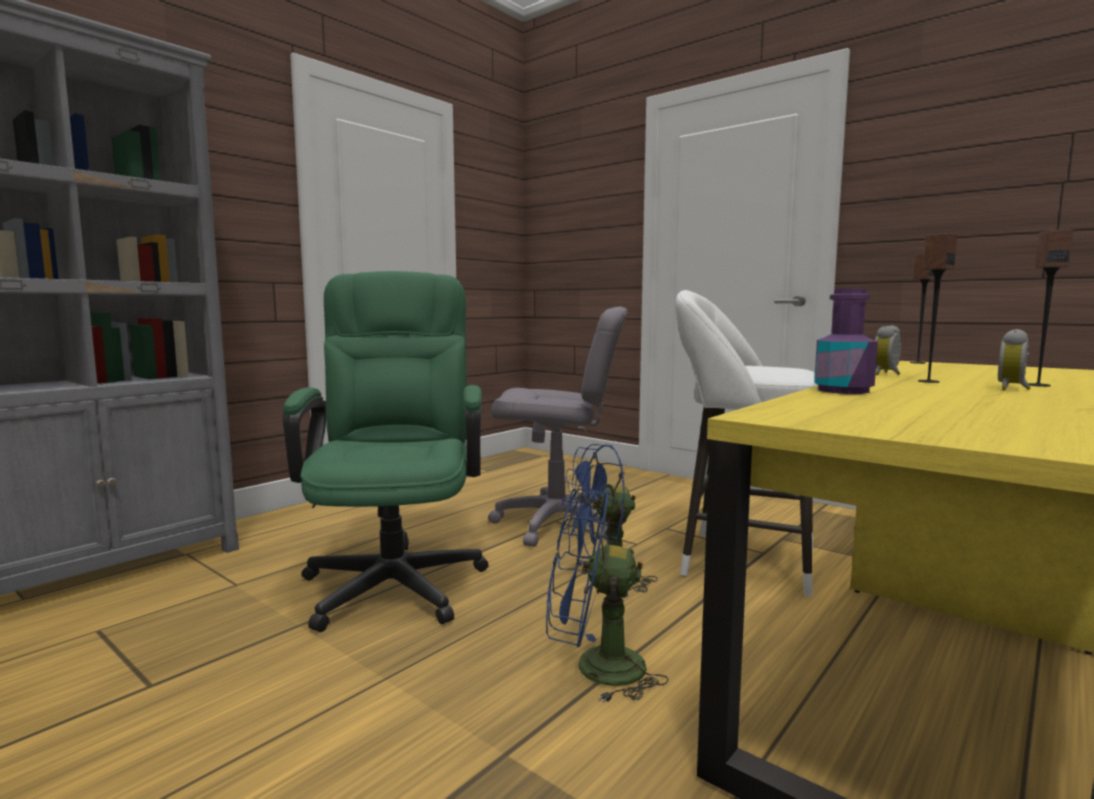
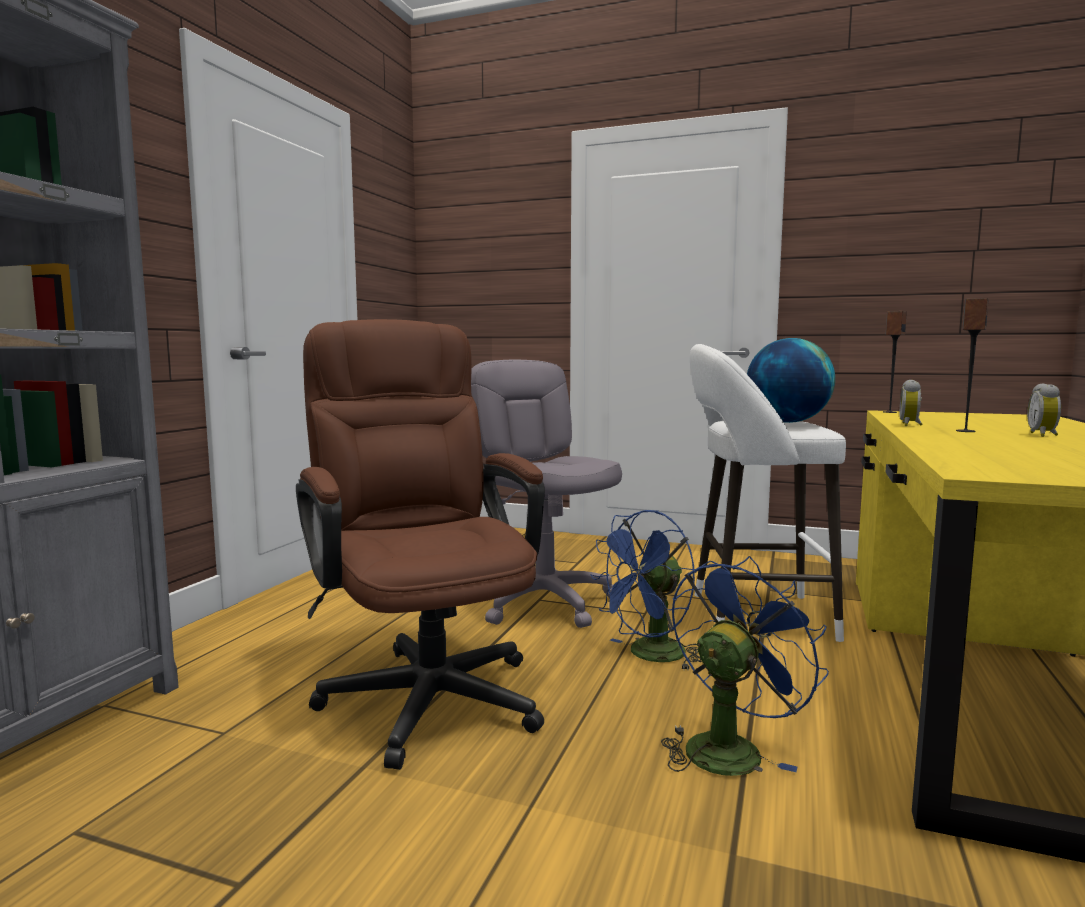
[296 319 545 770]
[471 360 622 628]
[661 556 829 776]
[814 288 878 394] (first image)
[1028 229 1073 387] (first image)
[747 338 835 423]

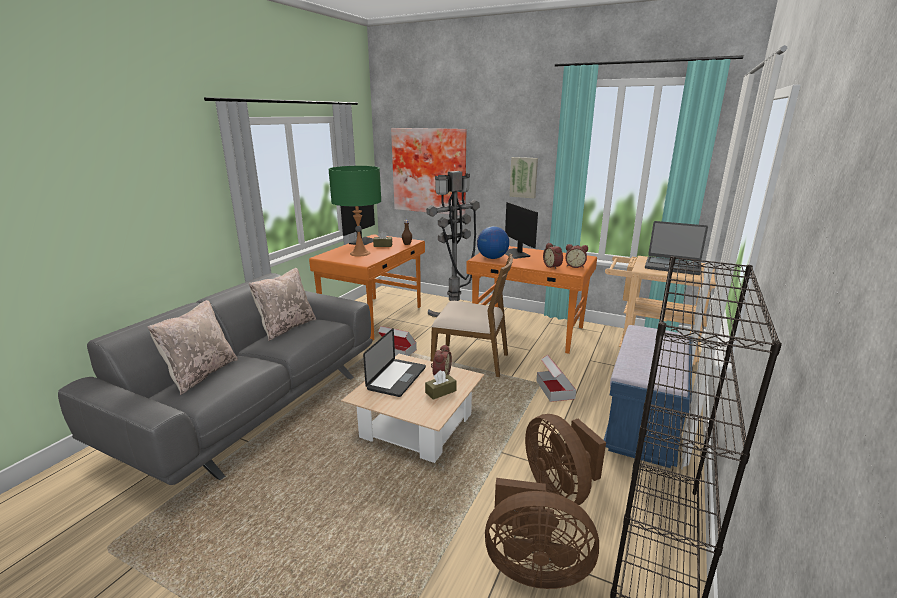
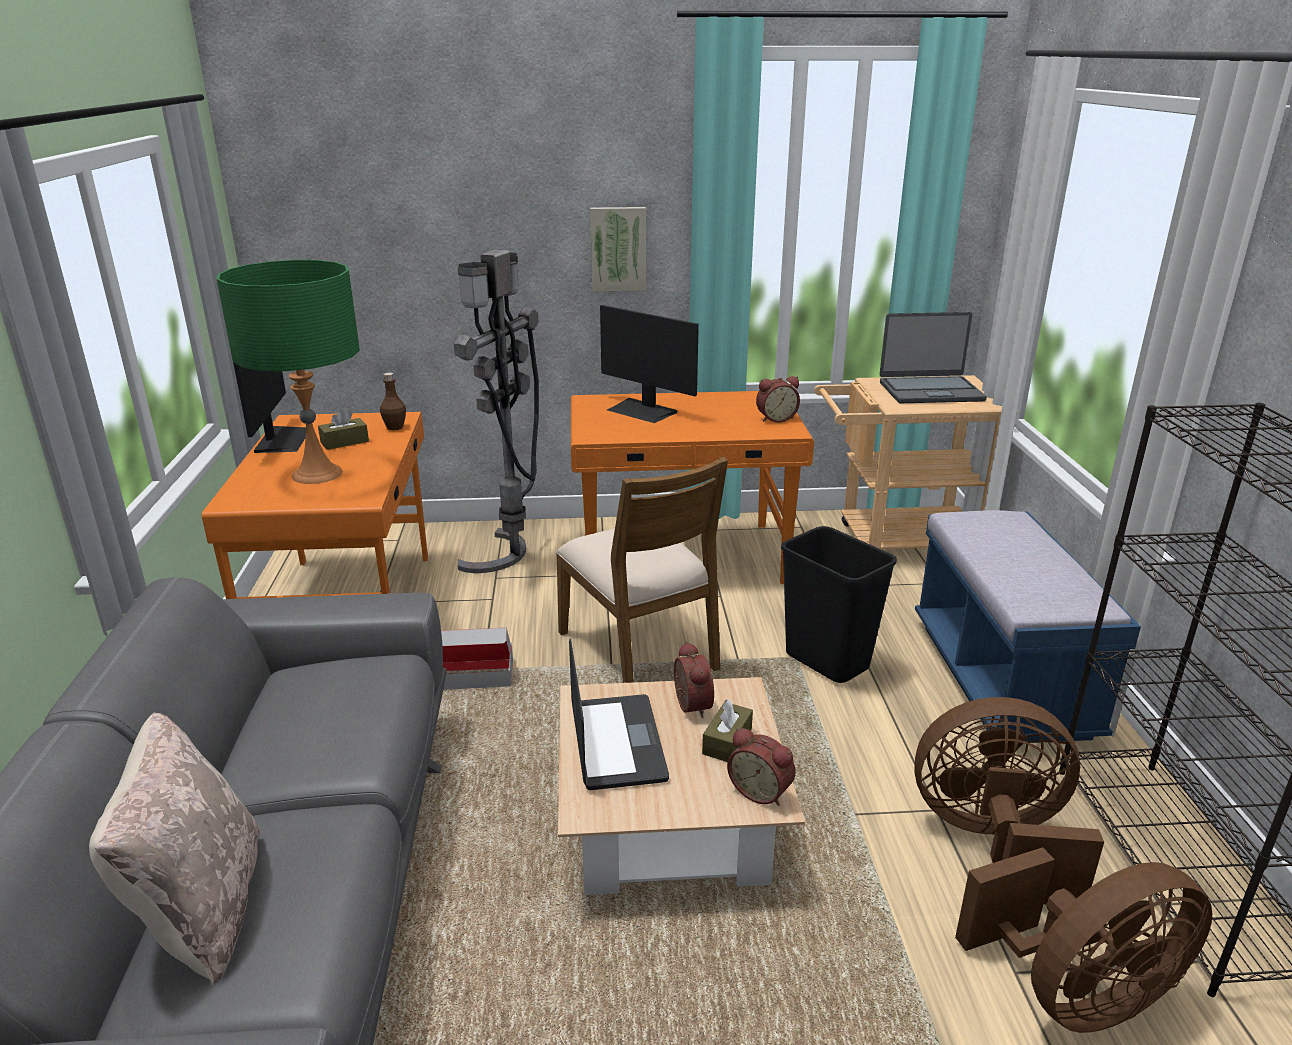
[249 268 316 341] (first image)
[391 128 466 216] (first image)
[556 457 728 683]
[477 226 509 259] (first image)
[915 697 1104 904]
[781 526 897 683]
[727 728 796 806]

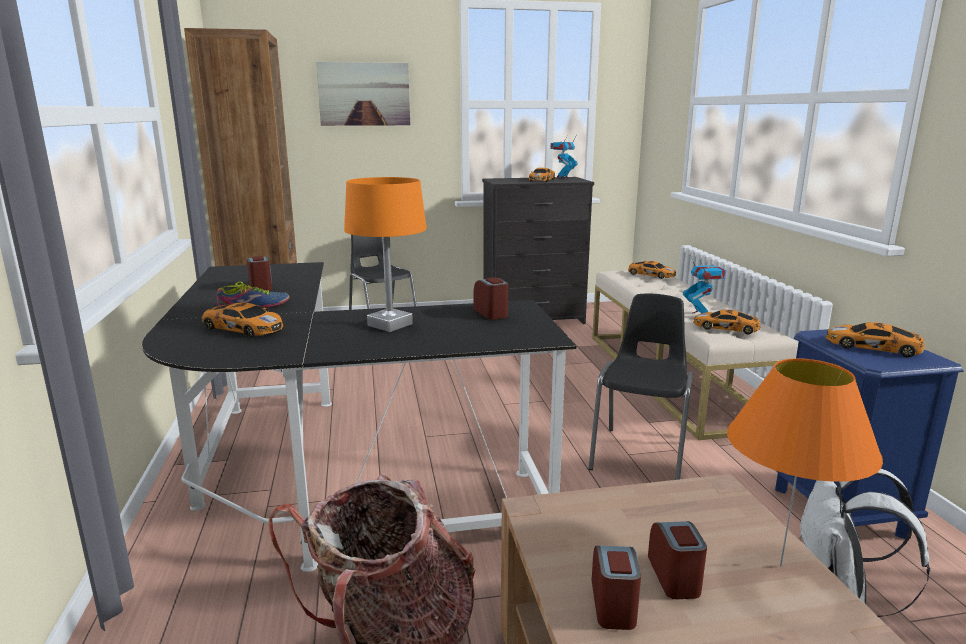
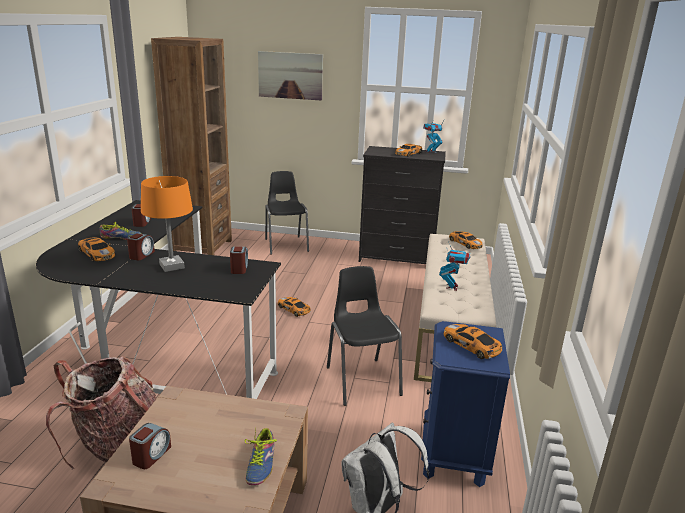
[327 266 403 406]
[127 233 155 260]
[278 297 311 317]
[245 427 277 485]

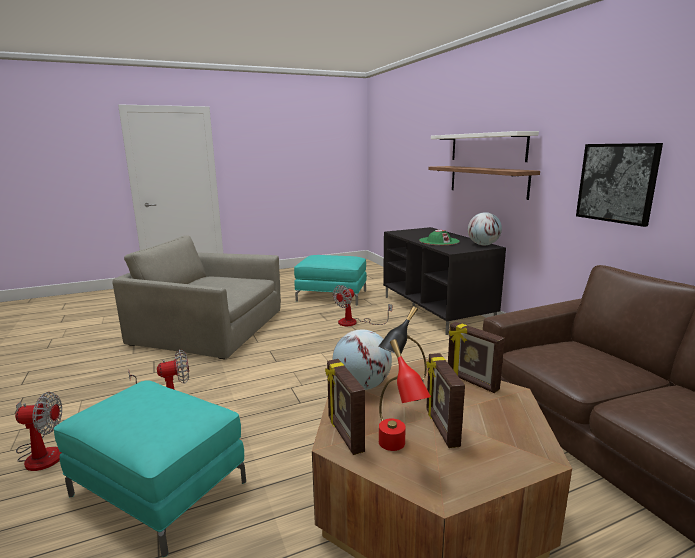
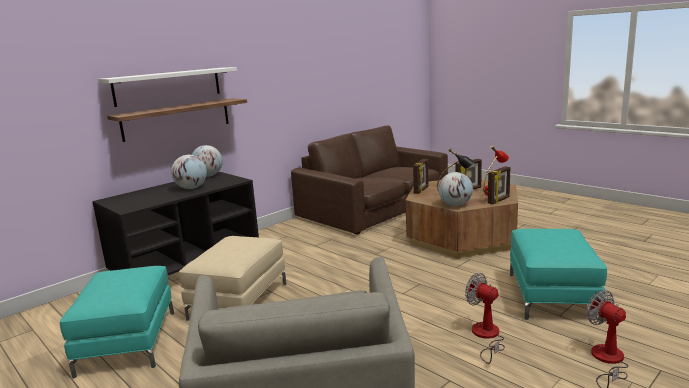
[179 236 286 321]
[171 155 207 189]
[576 143 663 227] (first image)

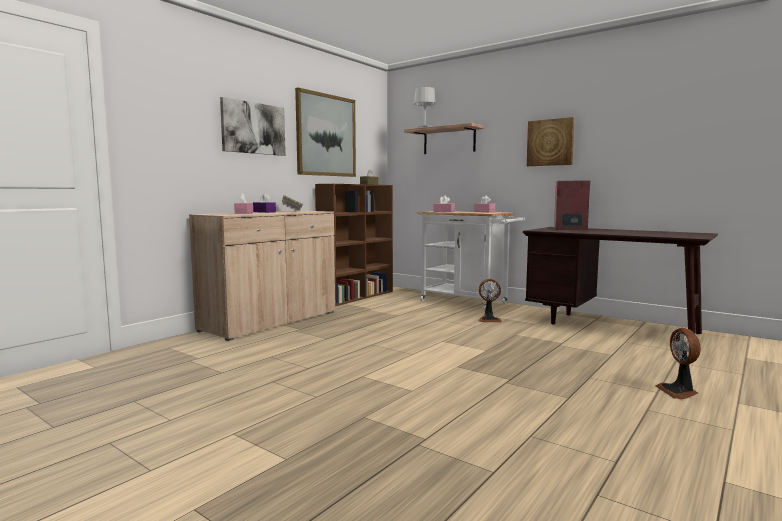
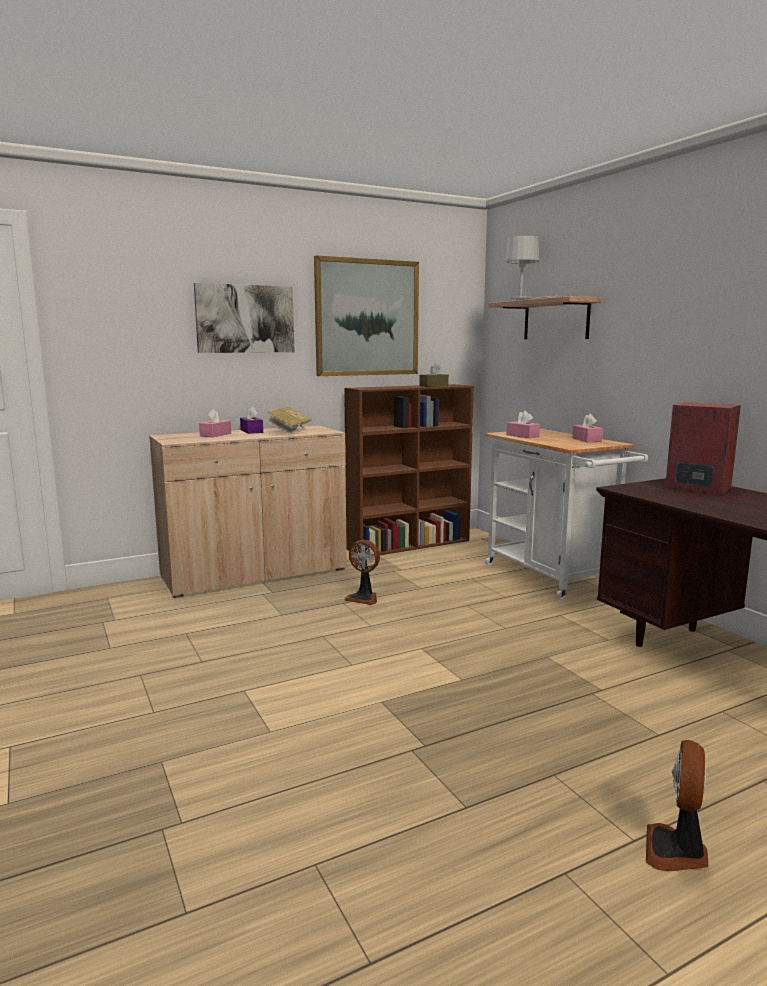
[344 540 380 605]
[527 117 575 166] (first image)

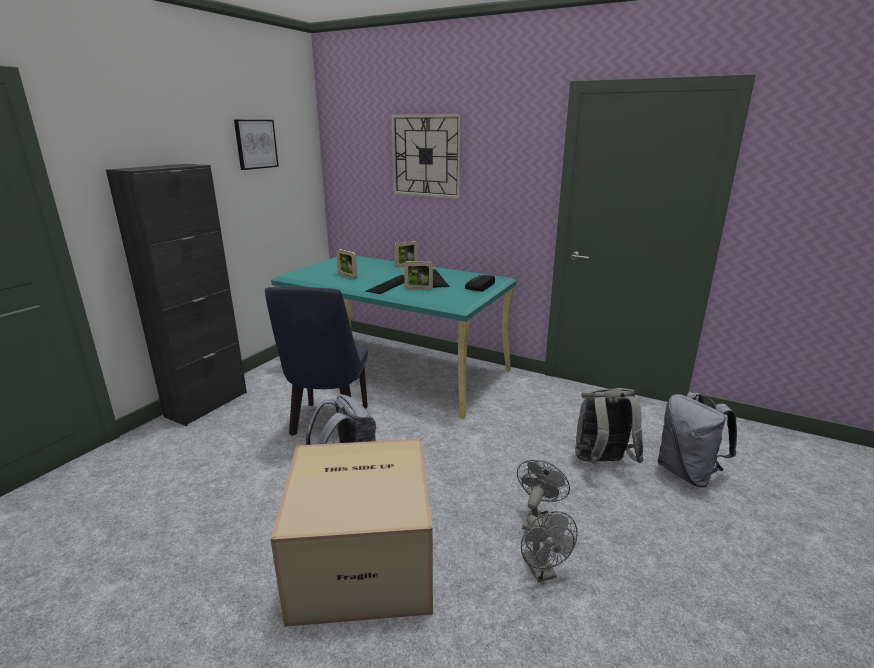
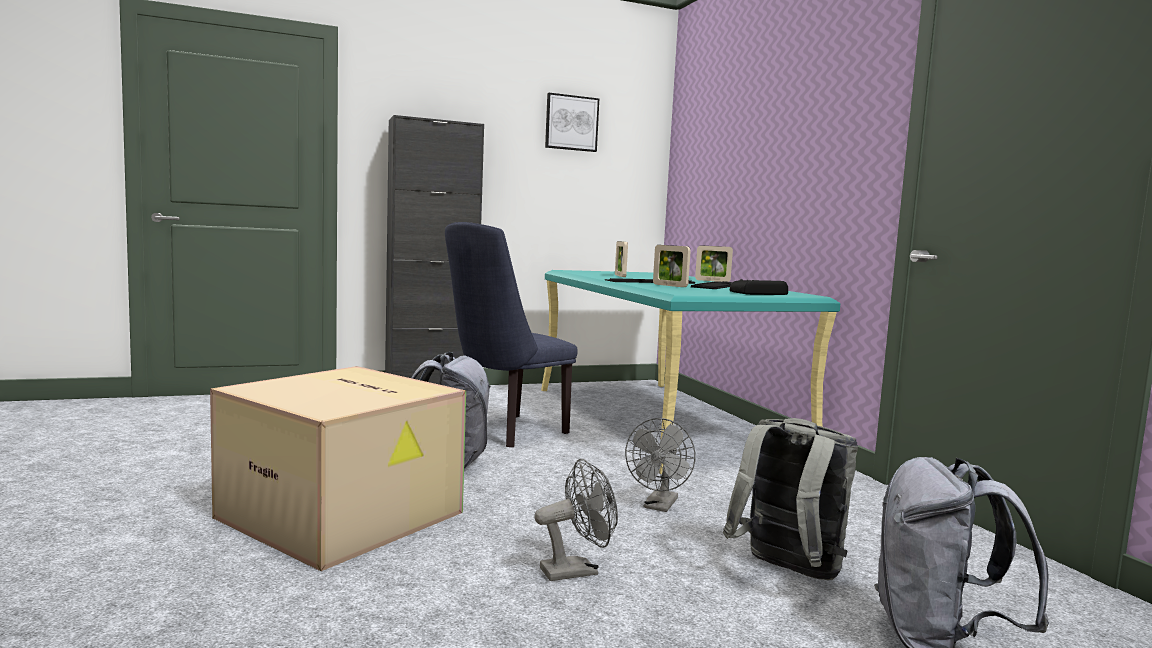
[391 114 462 199] (first image)
[625 418 696 512]

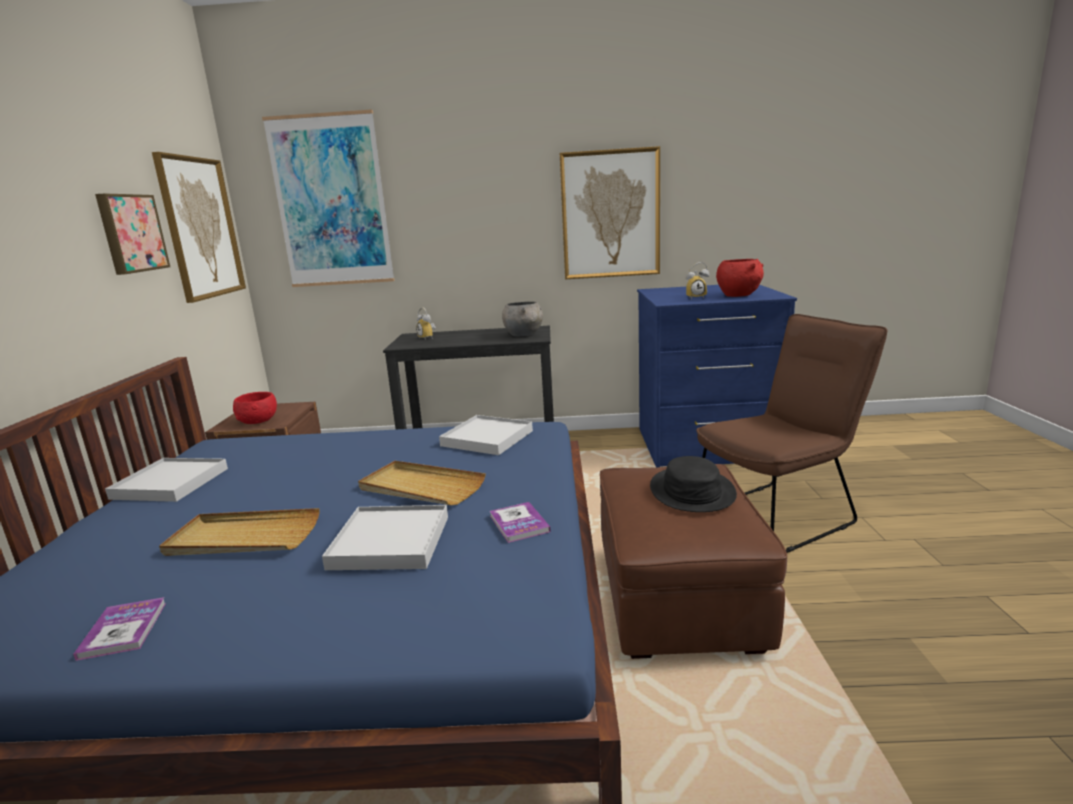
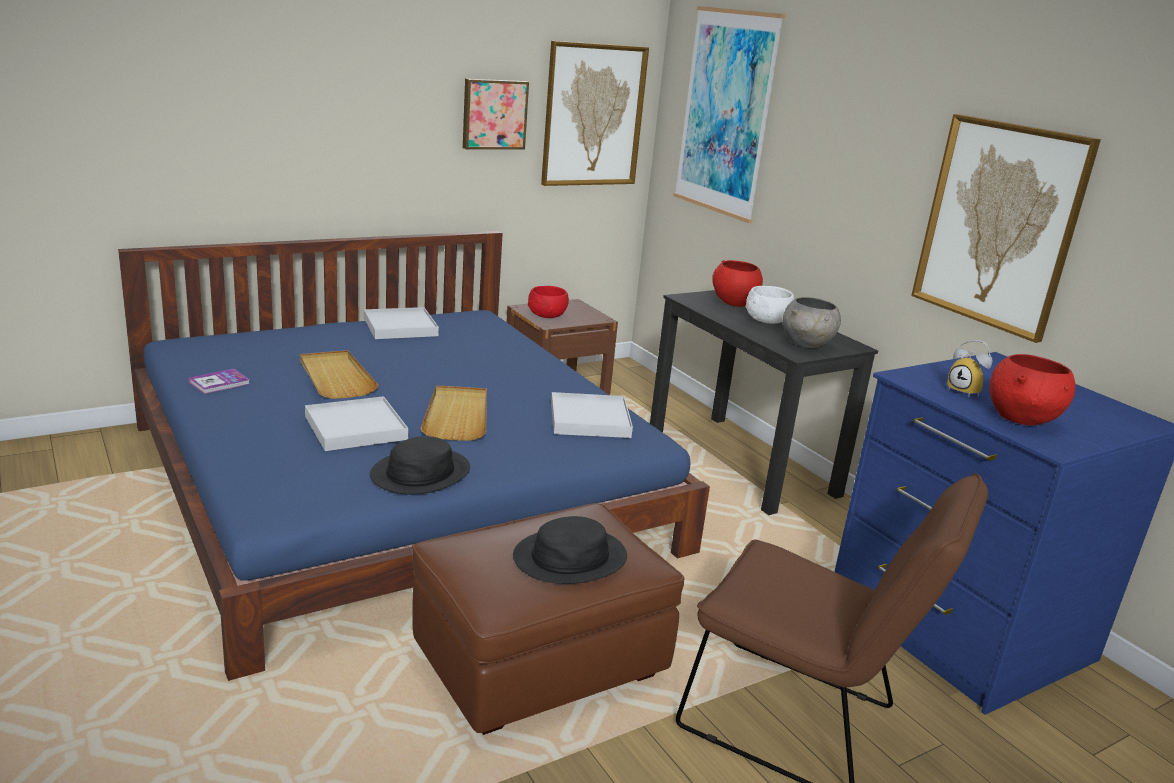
[712 260 763 307]
[370 436 470 494]
[746 286 794 324]

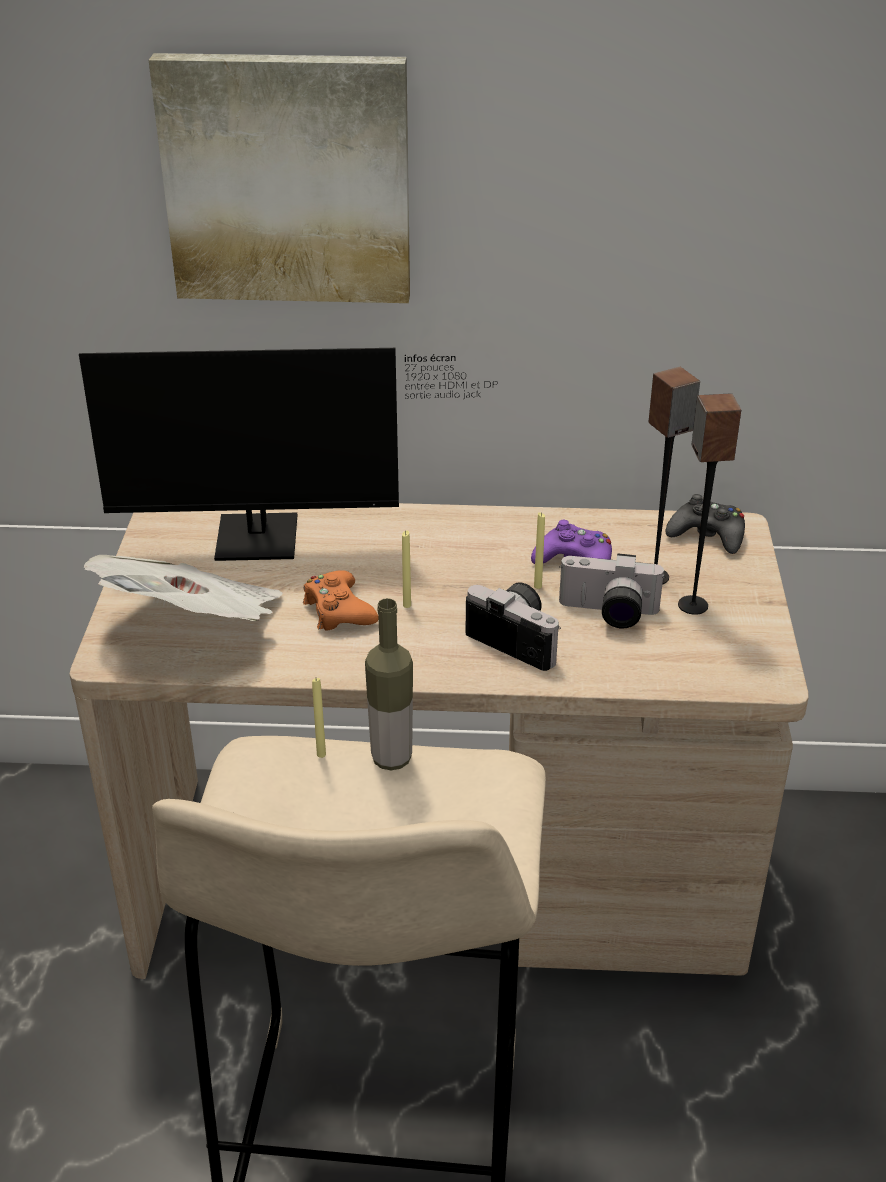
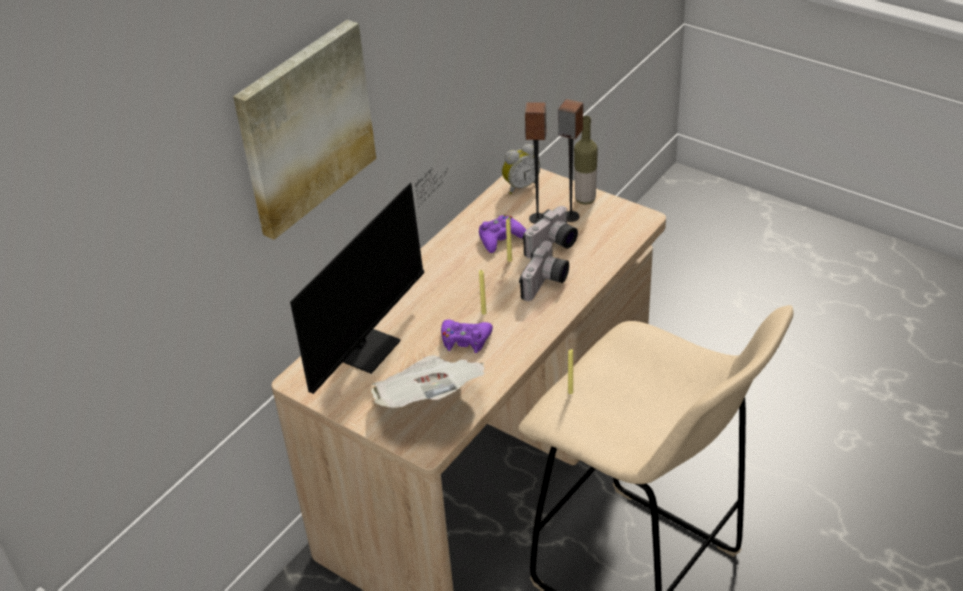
[441 320 493 353]
[574 116 598 205]
[519 241 569 301]
[502 144 540 194]

